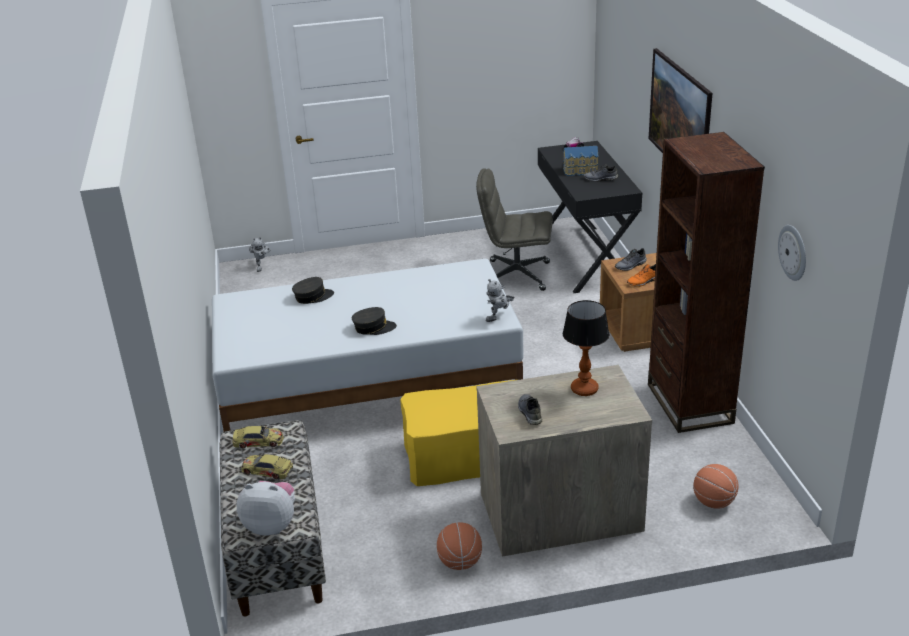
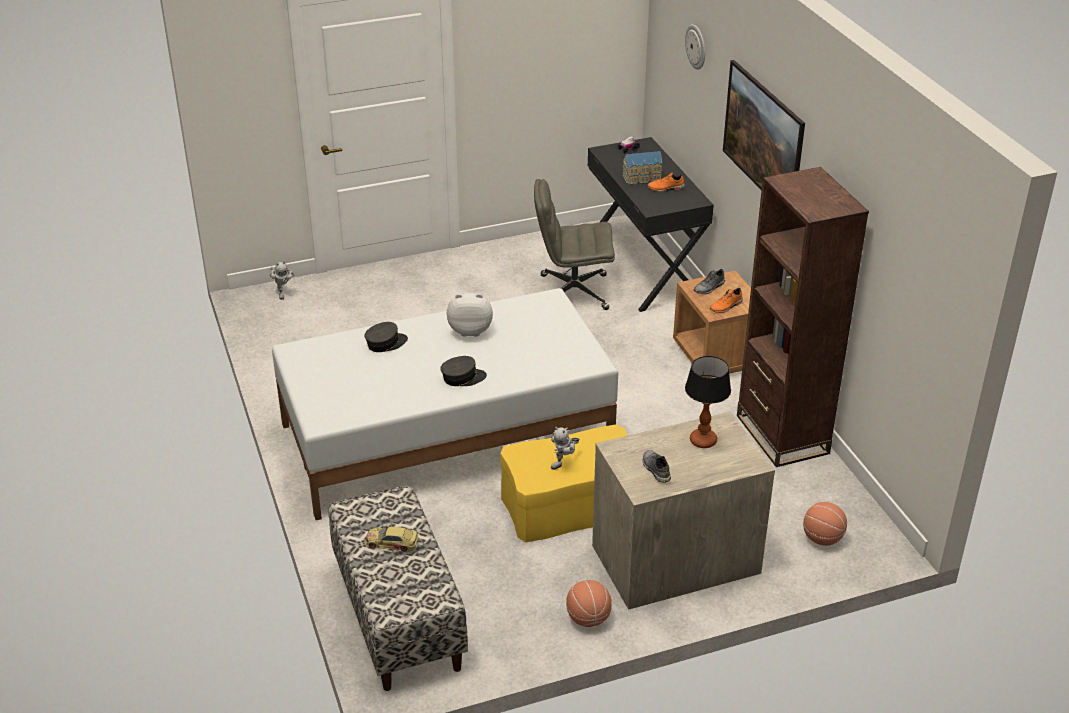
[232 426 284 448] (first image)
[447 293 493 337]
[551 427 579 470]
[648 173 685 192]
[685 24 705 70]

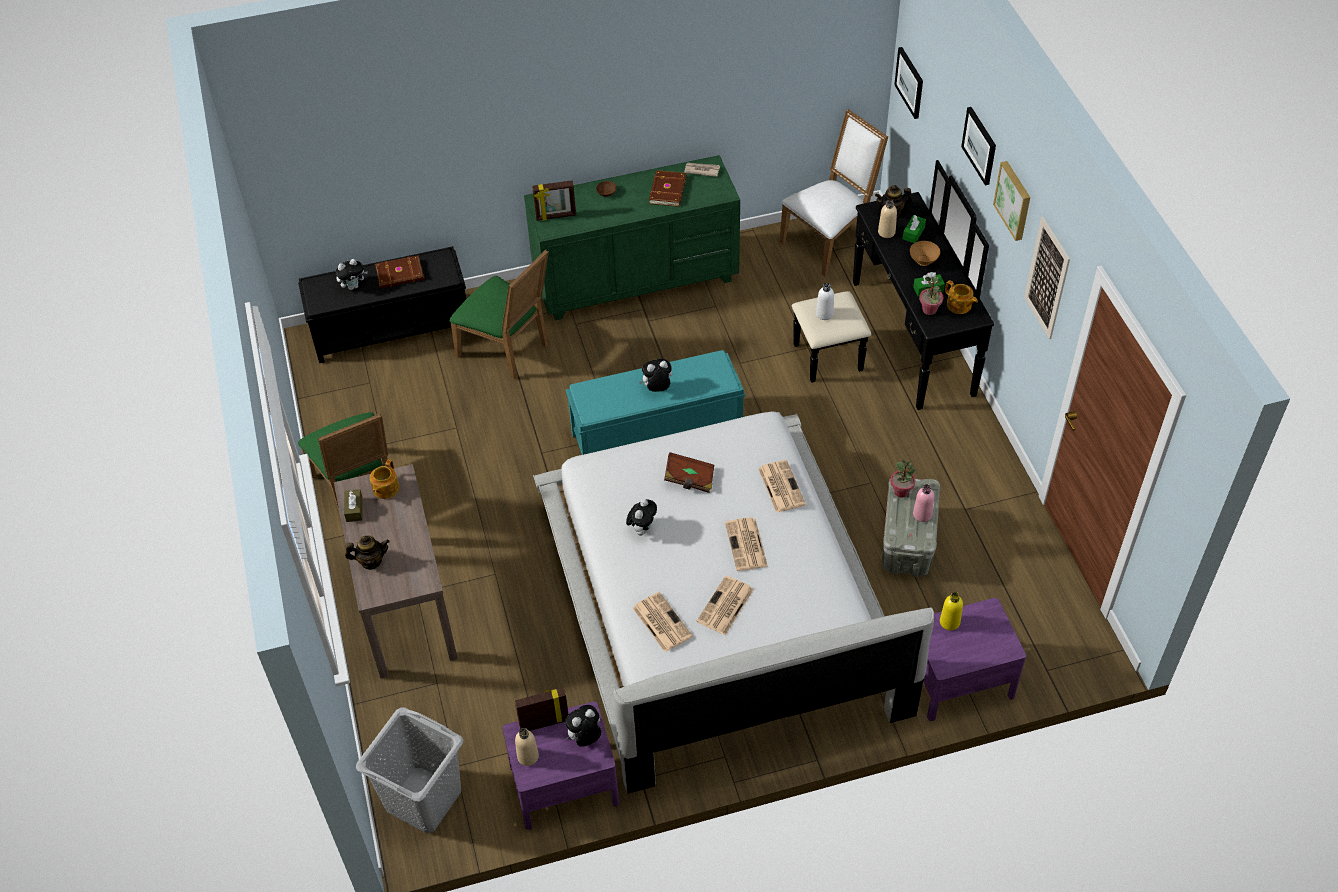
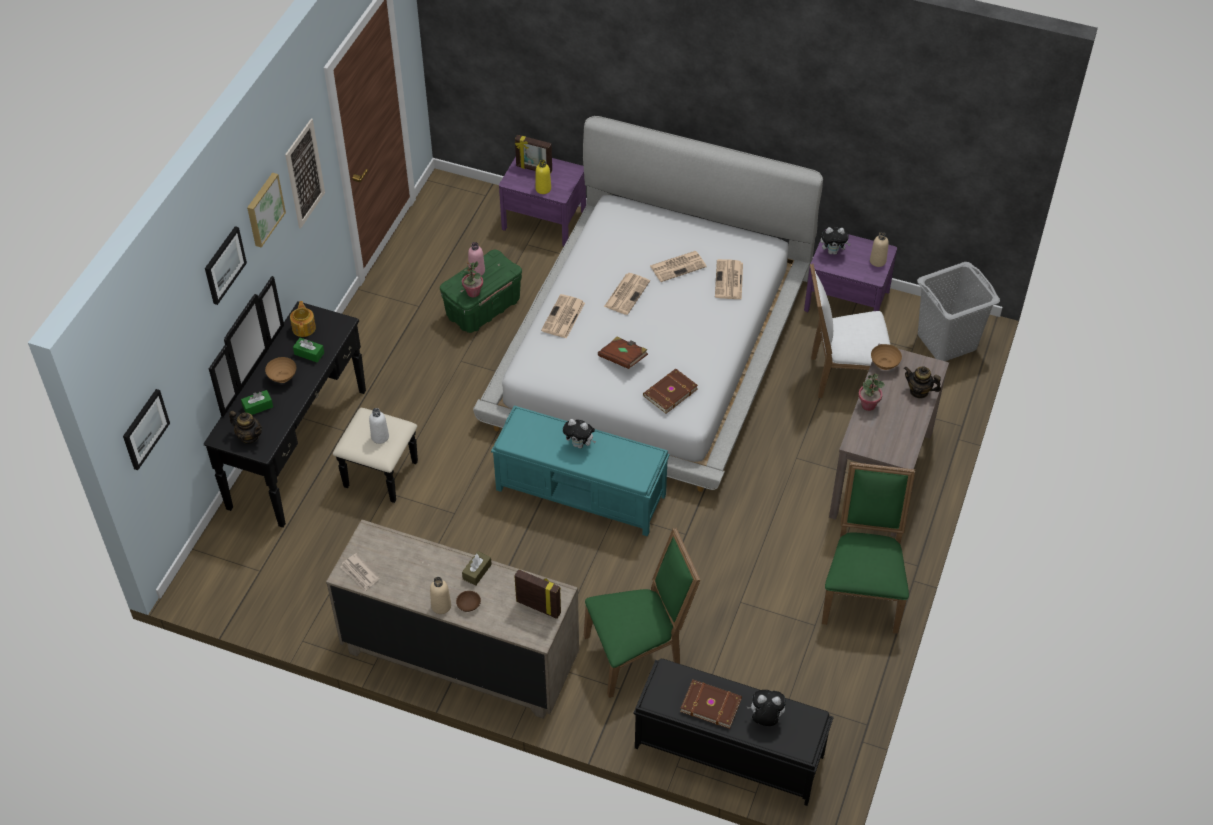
[462 551 492 586]
[370 459 399 499] (first image)
[584 528 700 698]
[515 135 552 174]
[326 519 579 719]
[626 499 657 536] (first image)
[643 369 698 414]
[810 264 890 398]
[430 577 451 614]
[440 250 522 333]
[858 373 885 411]
[871 344 902 370]

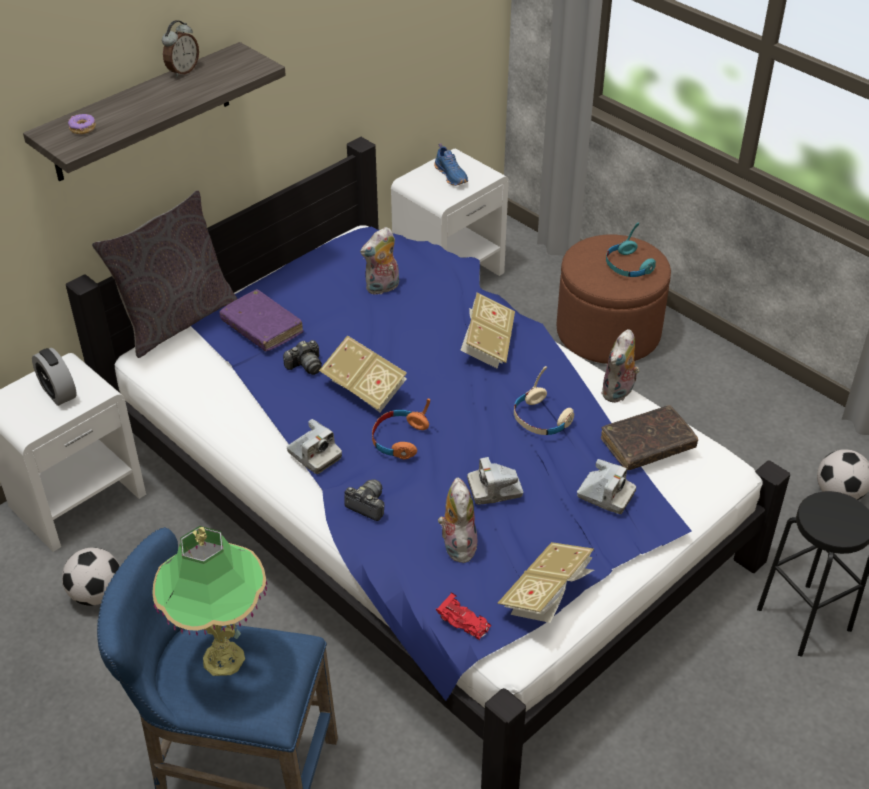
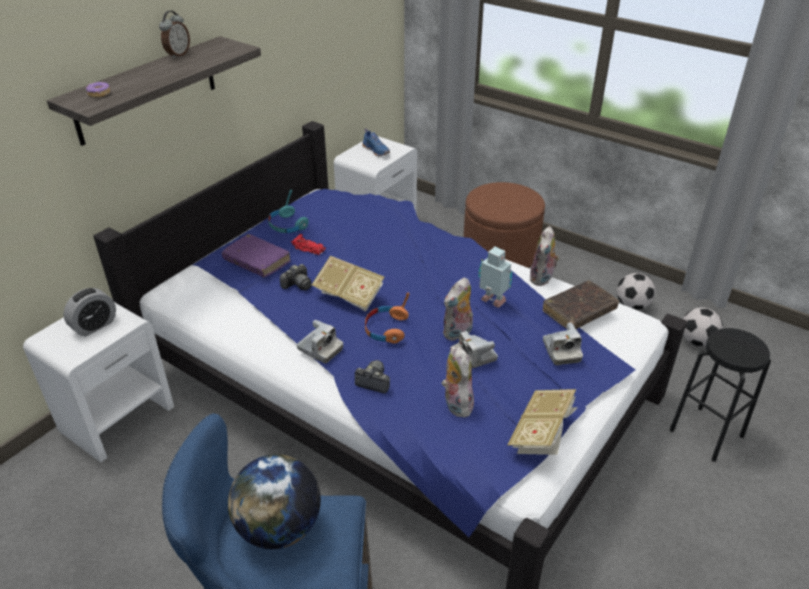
[63 288 116 337]
[617 273 655 310]
[92 190 237 358] (first image)
[228 454 321 549]
[443 277 473 341]
[291 233 326 256]
[460 293 515 369] (first image)
[478 247 513 308]
[543 322 583 365]
[268 190 309 233]

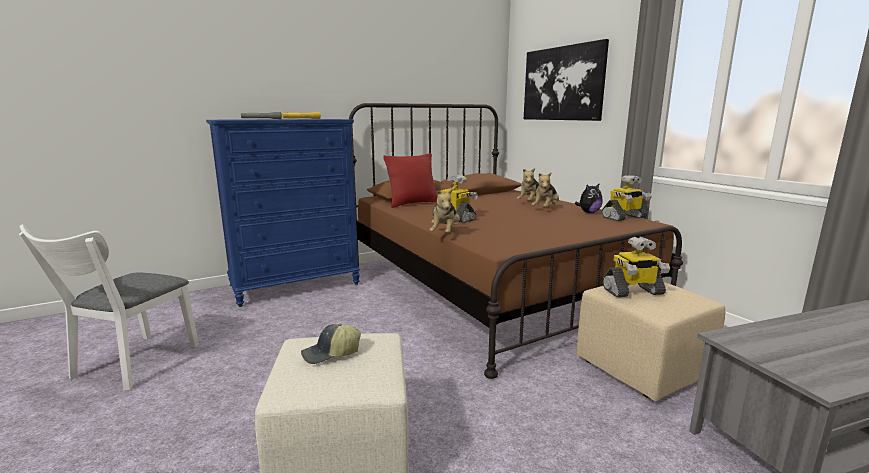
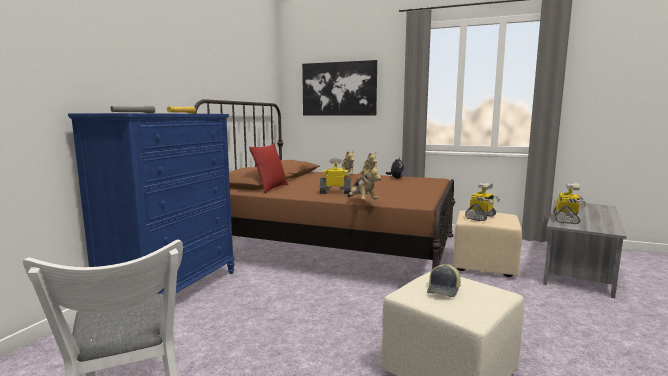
[553 183 587 224]

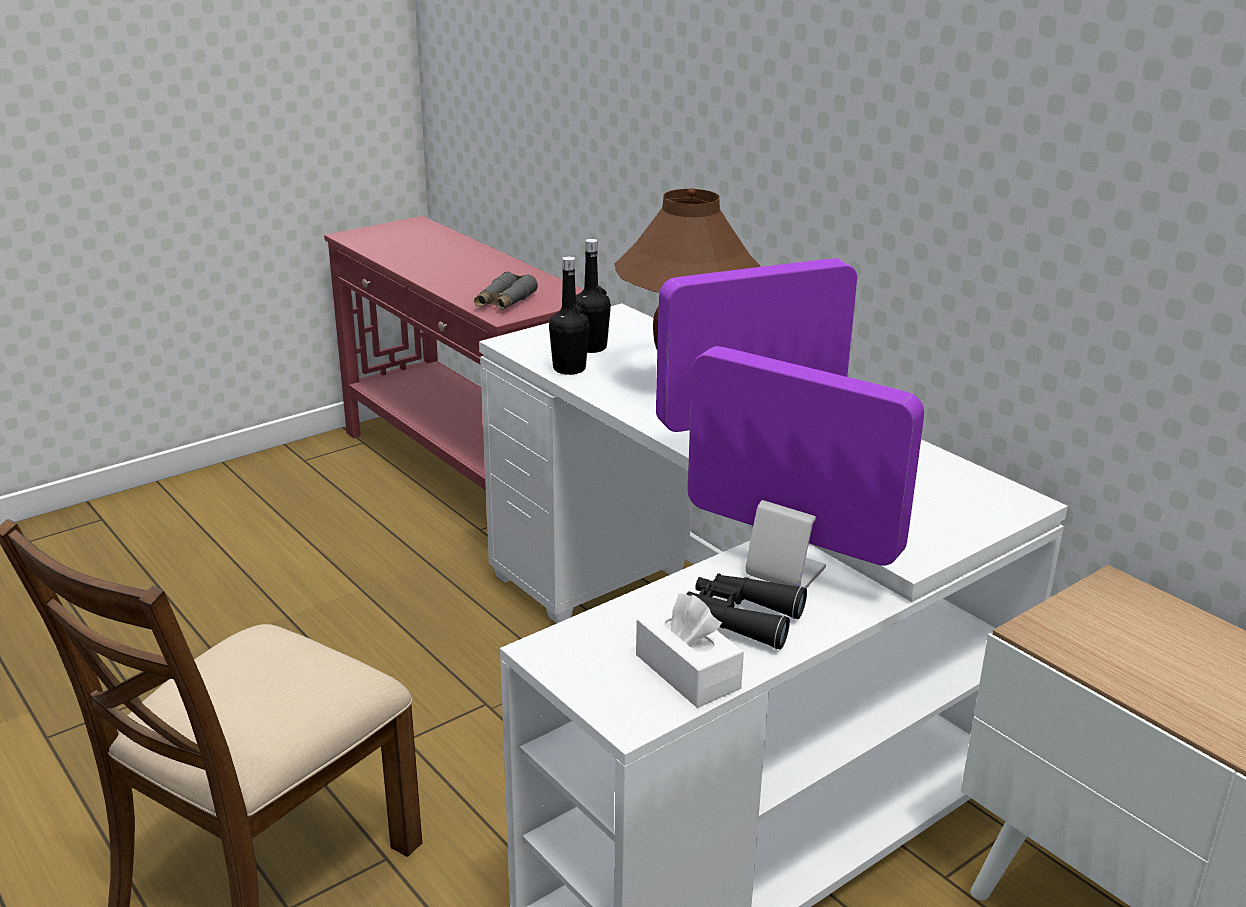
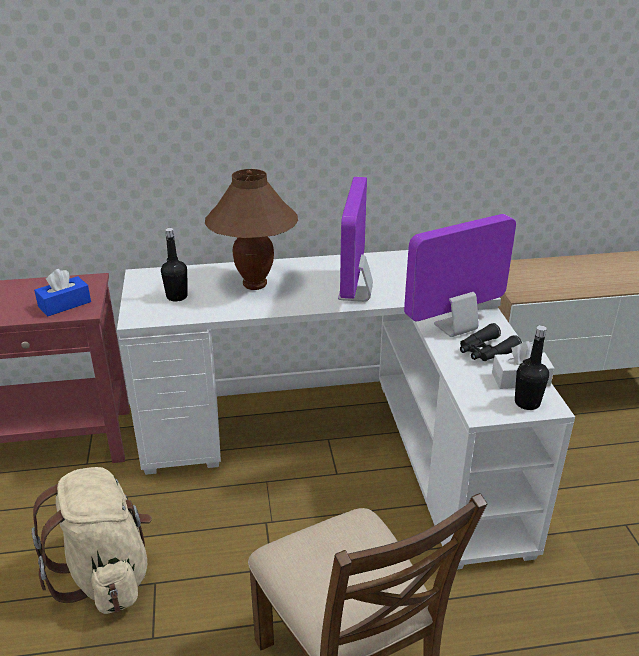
[34 269 91 316]
[515 325 549 410]
[32 467 152 614]

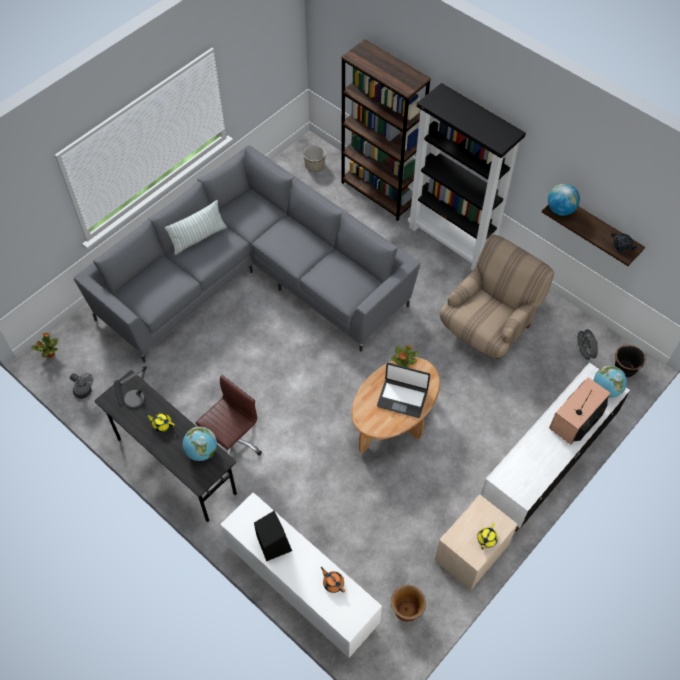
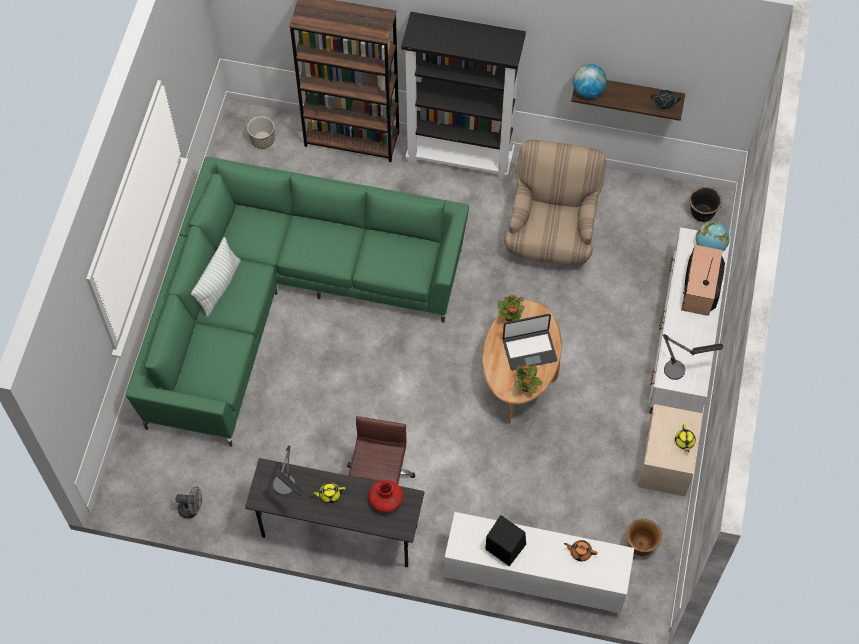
[514 365 542 393]
[126 157 469 447]
[369 480 403 513]
[575 329 598 362] (first image)
[663 334 723 380]

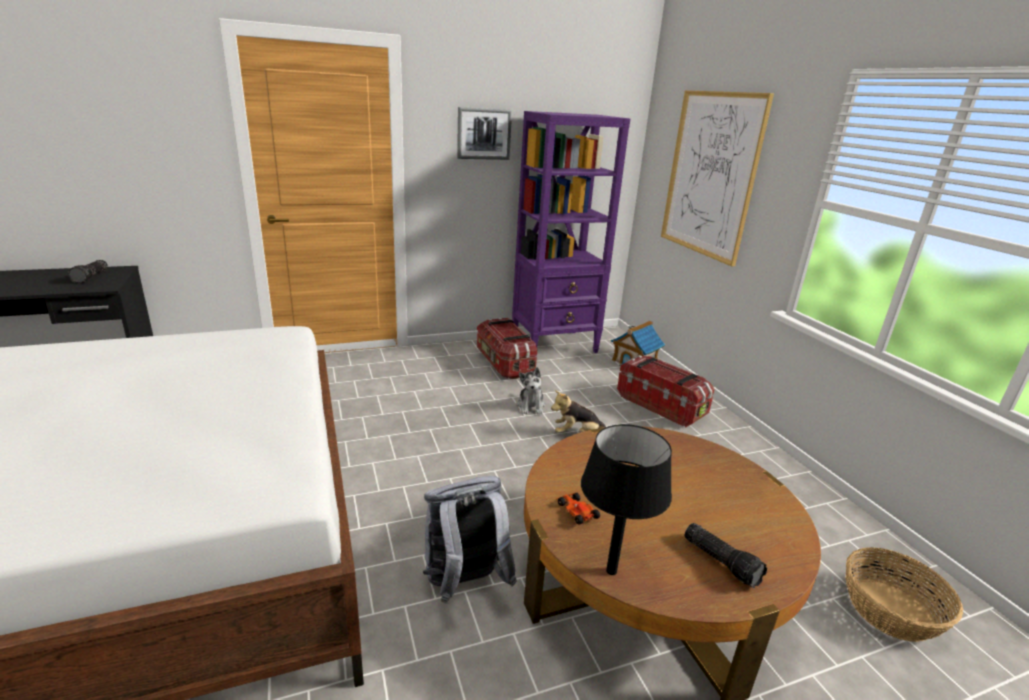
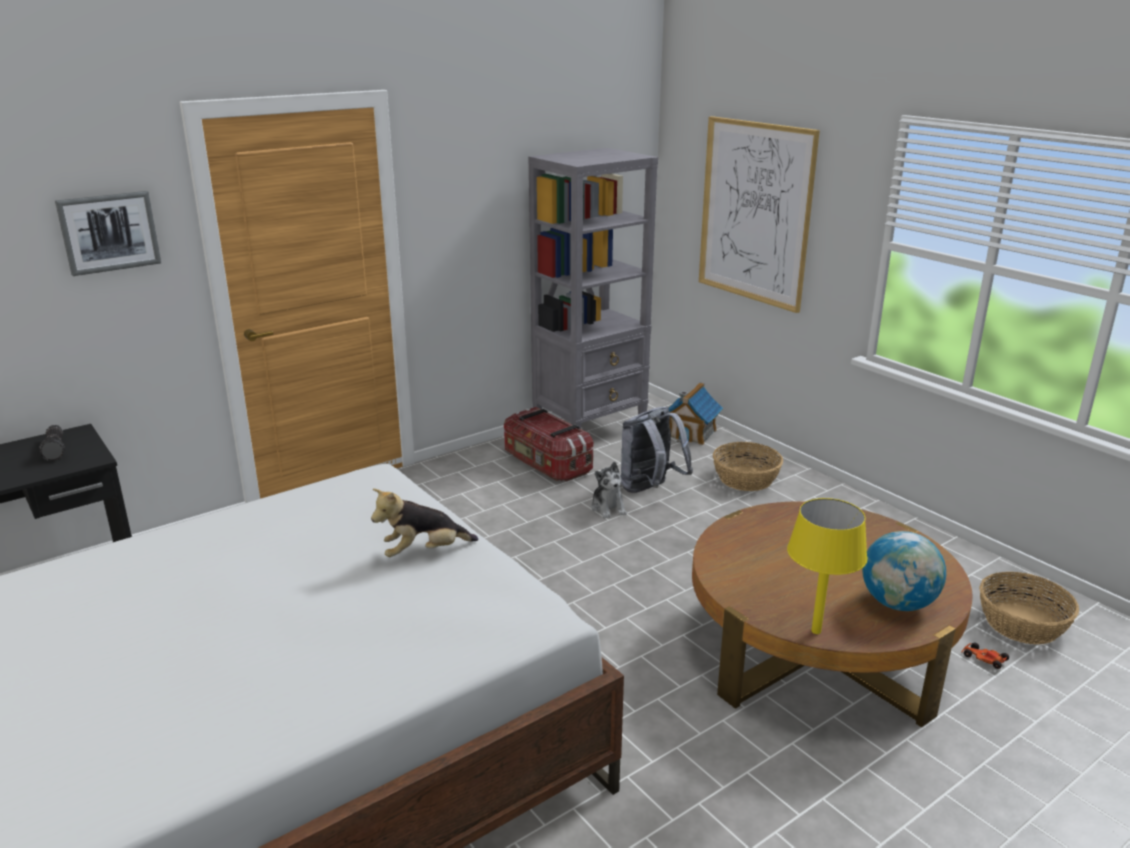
[620 407 693 493]
[55 191 161 276]
[528 148 658 429]
[371 489 479 557]
[961 642 1009 669]
[787 498 868 634]
[713 442 783 491]
[862 531 946 611]

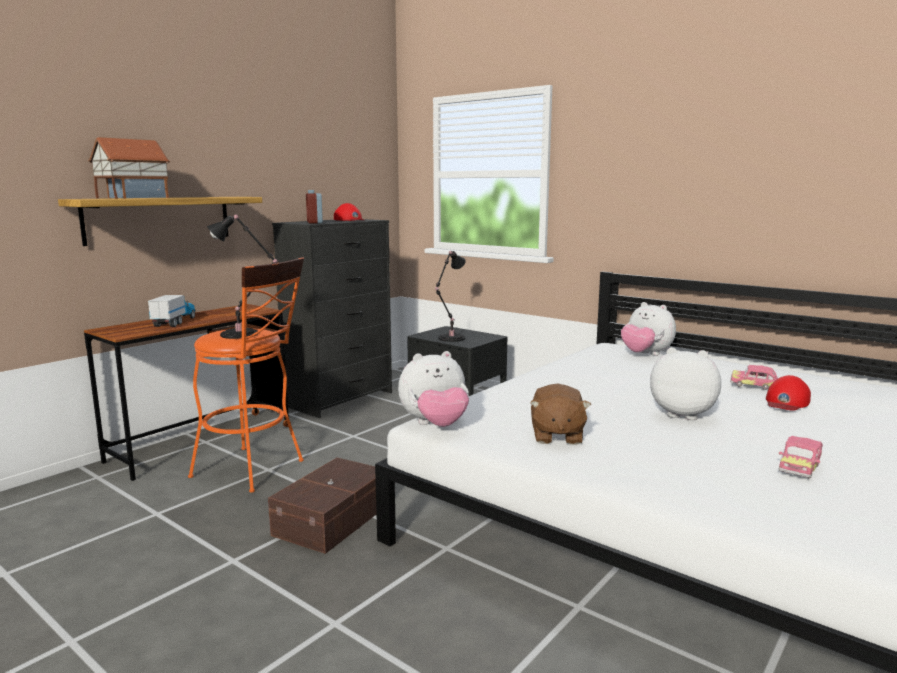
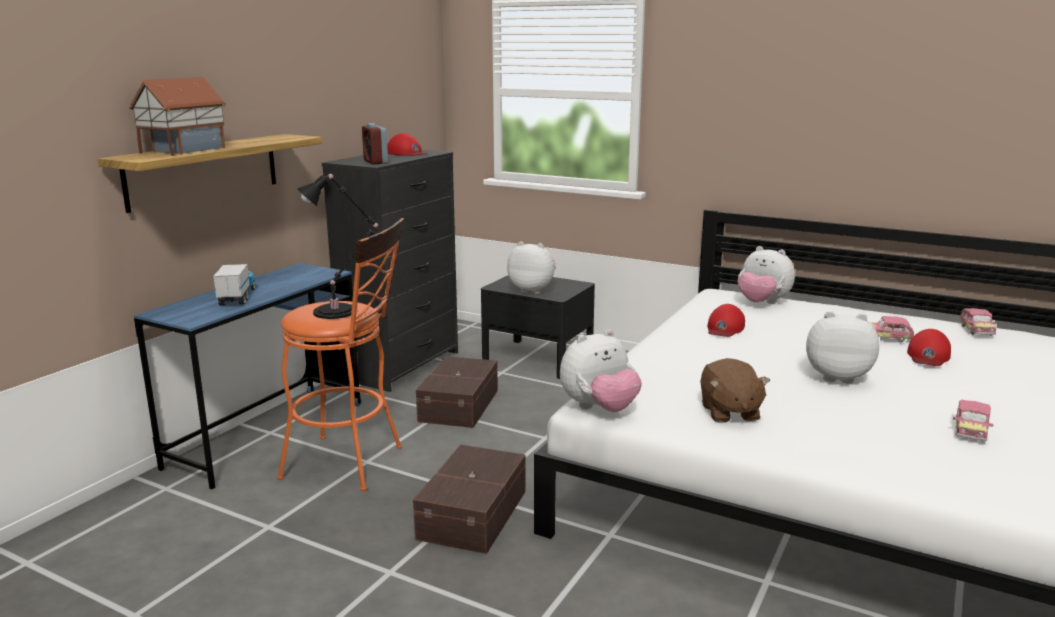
[134 263 362 489]
[507 241 556 294]
[416 356 498 428]
[707 304 745 337]
[960 308 996 336]

